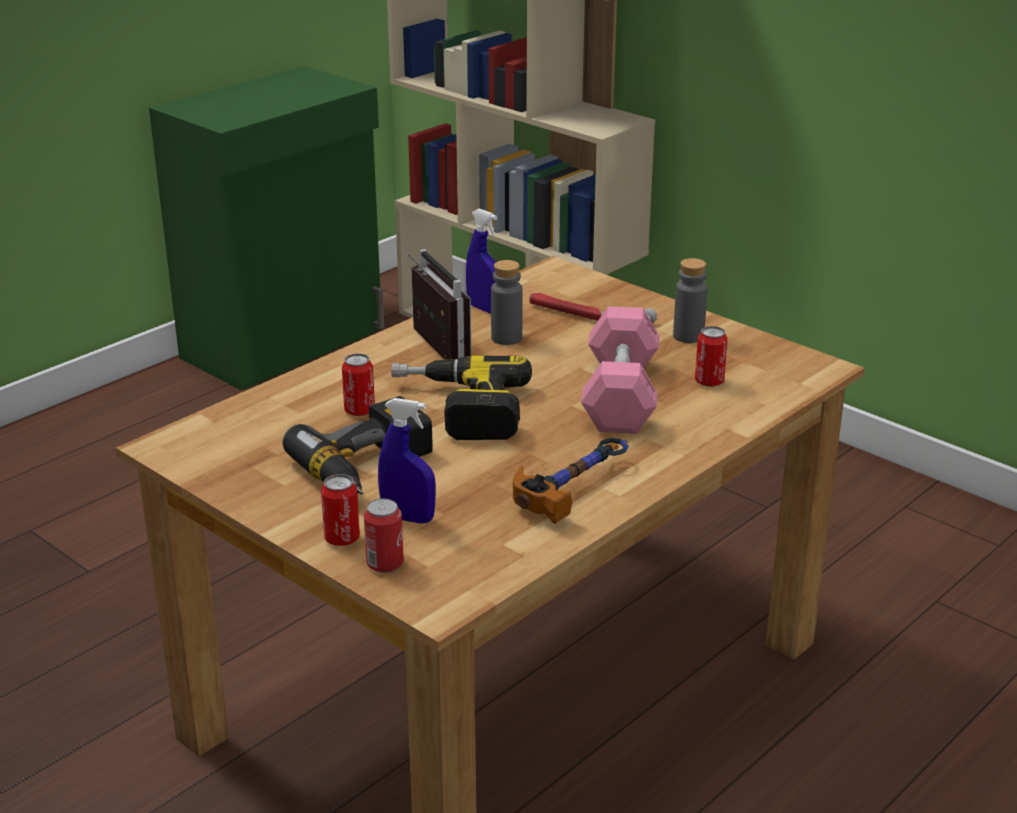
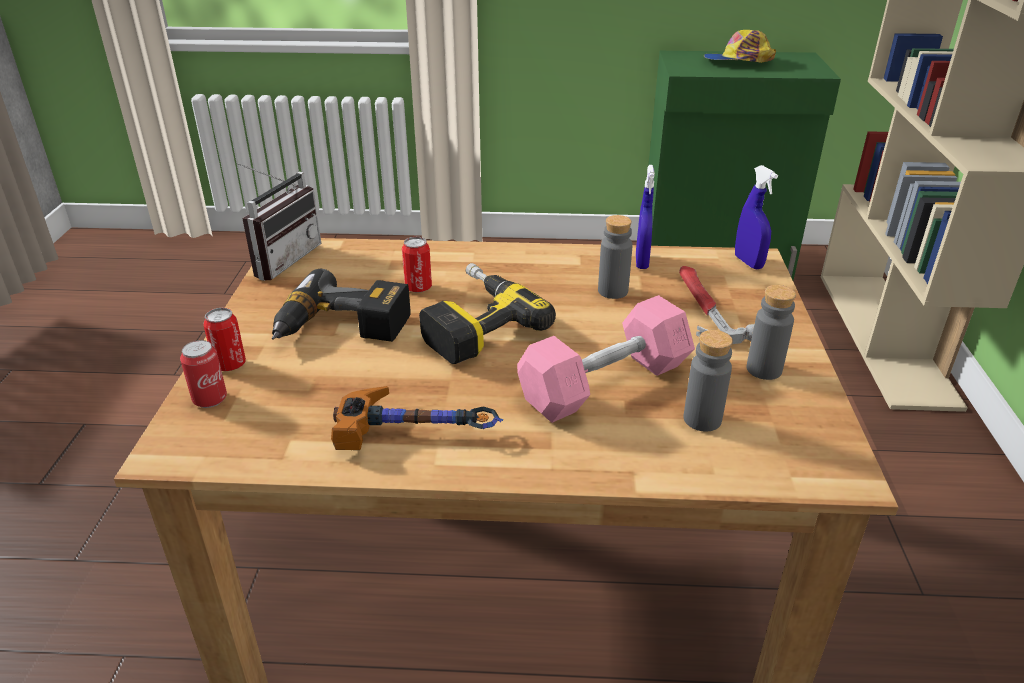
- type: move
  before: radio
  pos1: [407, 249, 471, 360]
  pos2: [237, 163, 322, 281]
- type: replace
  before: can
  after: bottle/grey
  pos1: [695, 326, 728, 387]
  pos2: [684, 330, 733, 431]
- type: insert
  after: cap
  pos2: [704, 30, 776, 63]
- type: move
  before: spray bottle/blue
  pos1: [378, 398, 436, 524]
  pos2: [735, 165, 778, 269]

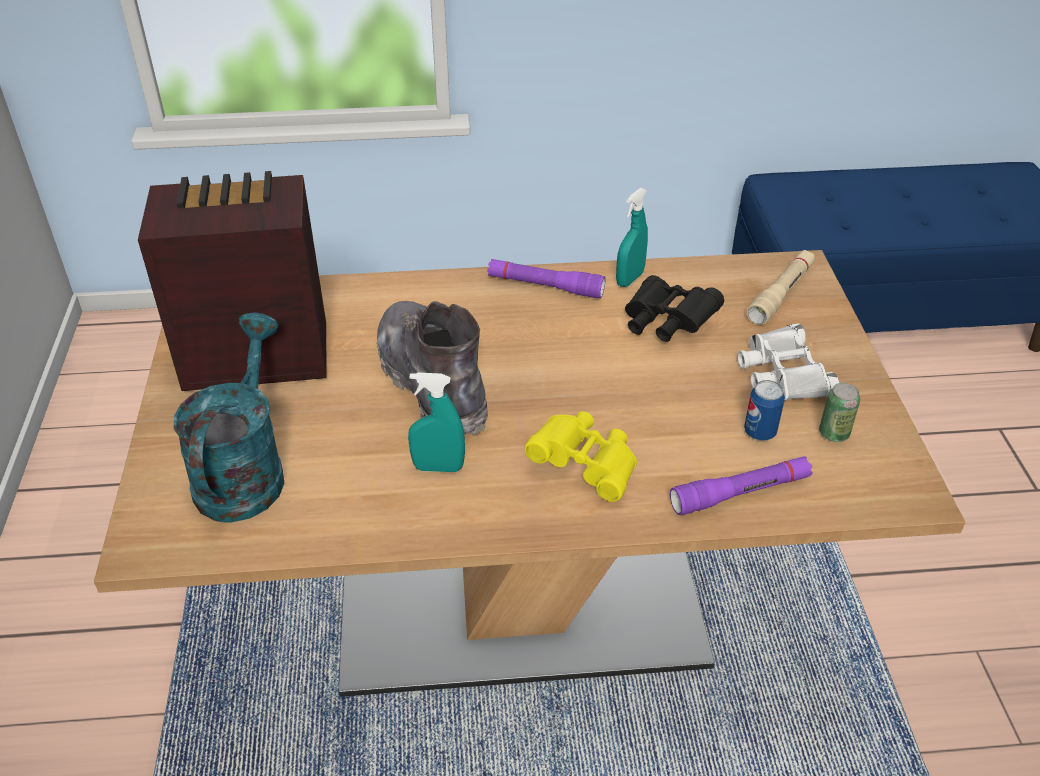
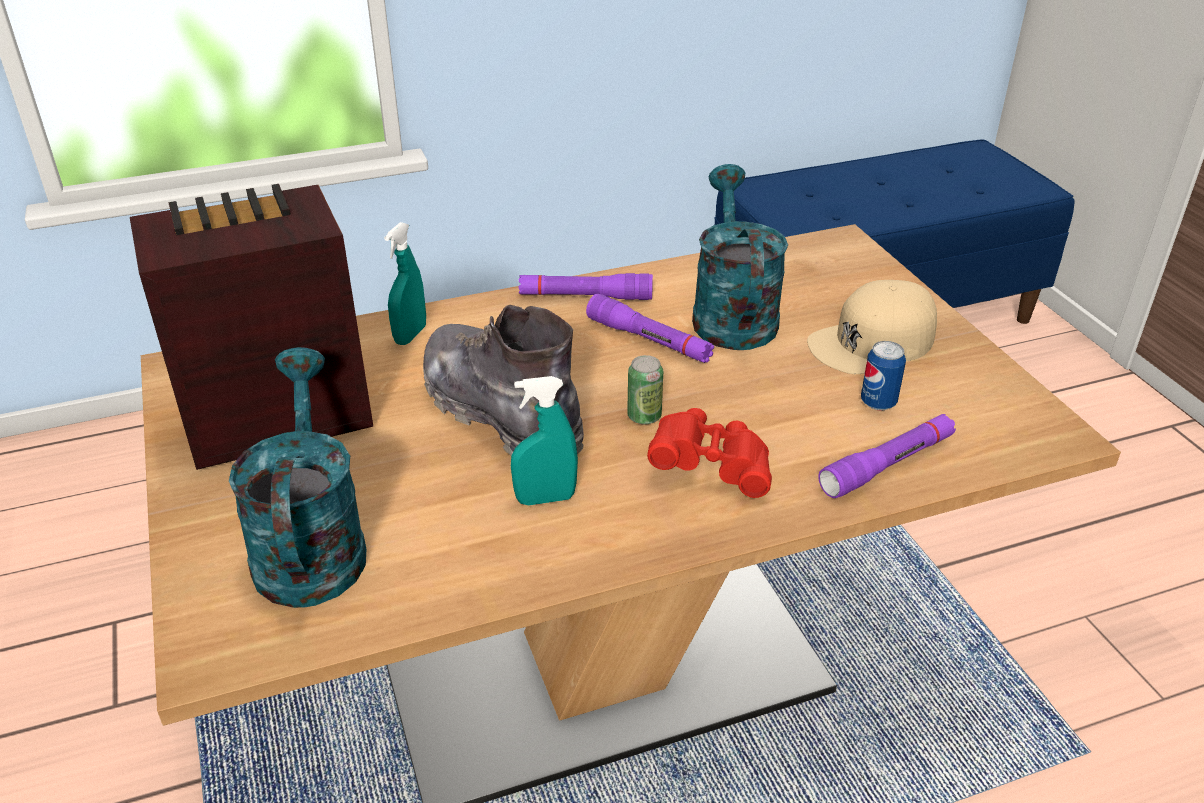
- type: move
  before: spray bottle/turquoise
  pos1: [616, 188, 648, 287]
  pos2: [384, 222, 426, 345]
- type: insert
  after: flashlight/purple
  pos2: [586, 294, 714, 363]
- type: move
  before: can
  pos1: [819, 383, 860, 442]
  pos2: [627, 355, 663, 424]
- type: recolor
  before: binoculars/yellow
  after: binoculars/red
  pos1: [524, 411, 637, 502]
  pos2: [647, 408, 772, 498]
- type: replace
  before: binoculars/black
  after: watering can/turquoise
  pos1: [625, 275, 724, 342]
  pos2: [692, 164, 788, 350]
- type: replace
  before: binoculars/white
  after: cap/beige
  pos1: [738, 323, 839, 400]
  pos2: [807, 280, 937, 374]
- type: delete
  before: flashlight/beige
  pos1: [747, 250, 815, 325]

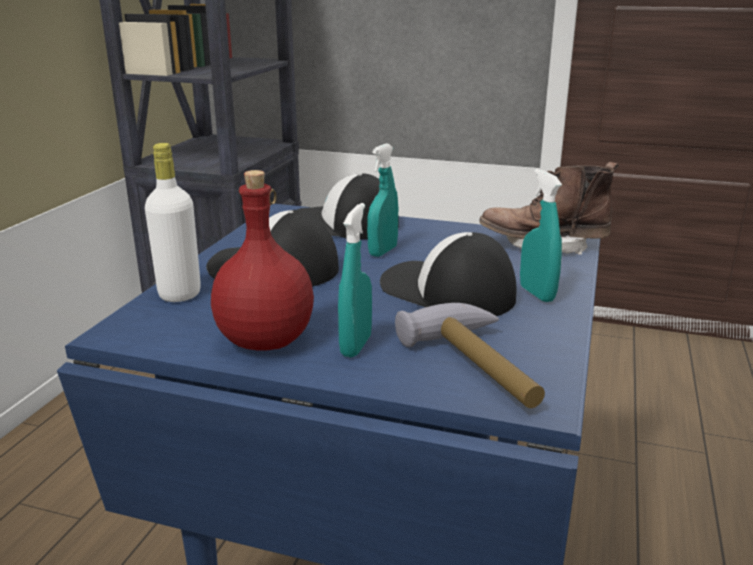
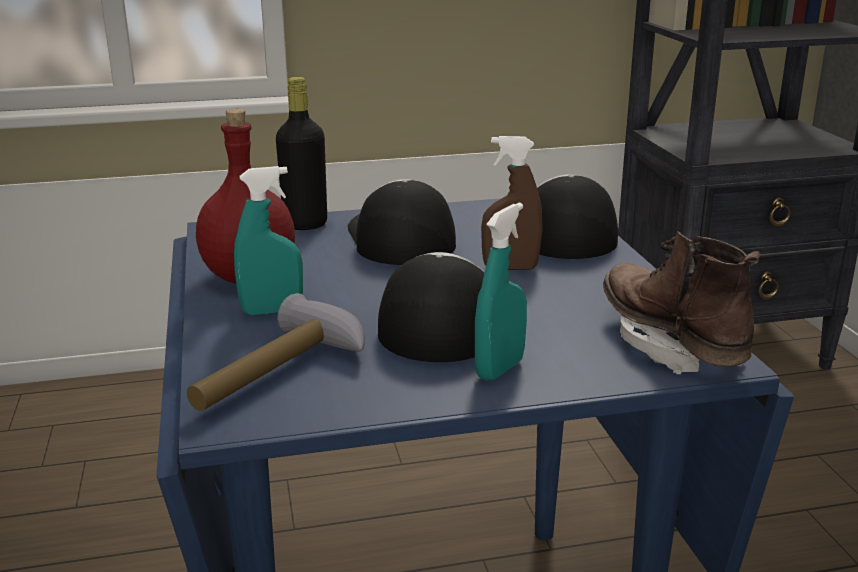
- type: recolor
  before: bottle/white
  after: bottle/black
  pos1: [145, 143, 201, 302]
  pos2: [276, 77, 327, 230]
- type: recolor
  before: spray bottle/turquoise
  after: spray bottle/brown
  pos1: [367, 144, 398, 257]
  pos2: [481, 136, 542, 270]

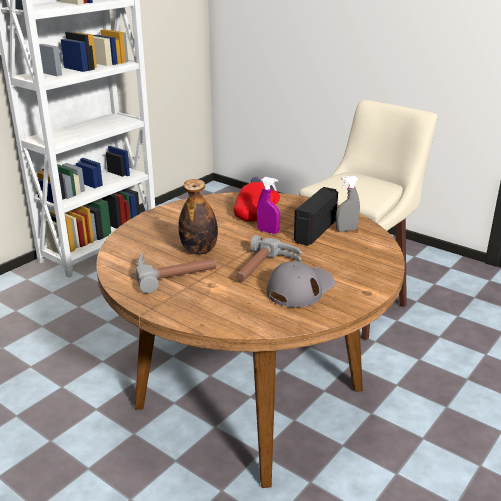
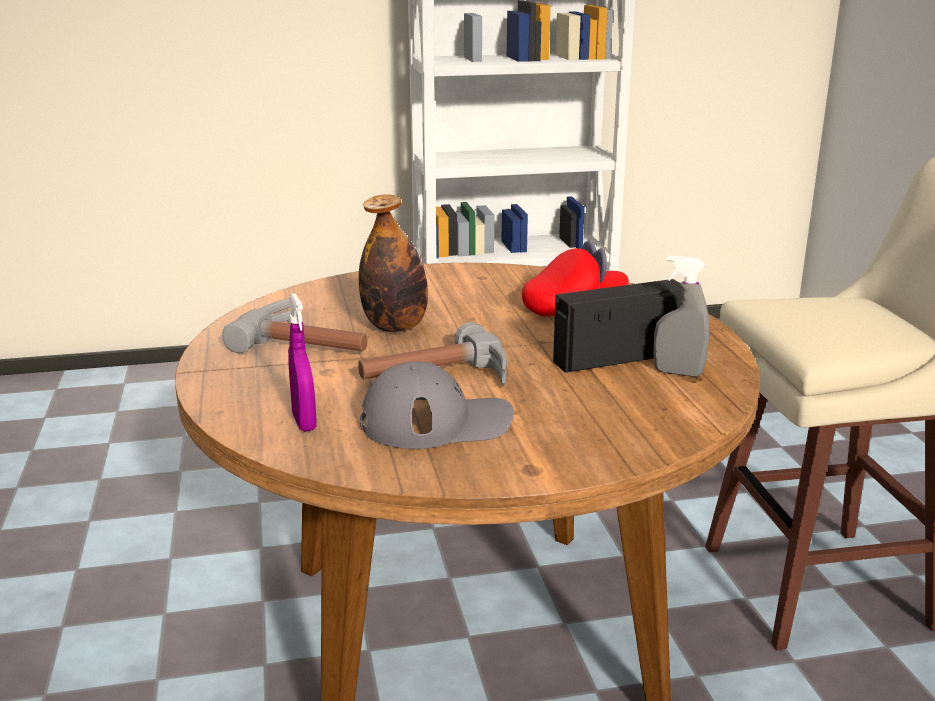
- type: move
  before: spray bottle/purple
  pos1: [257, 177, 280, 234]
  pos2: [288, 293, 317, 432]

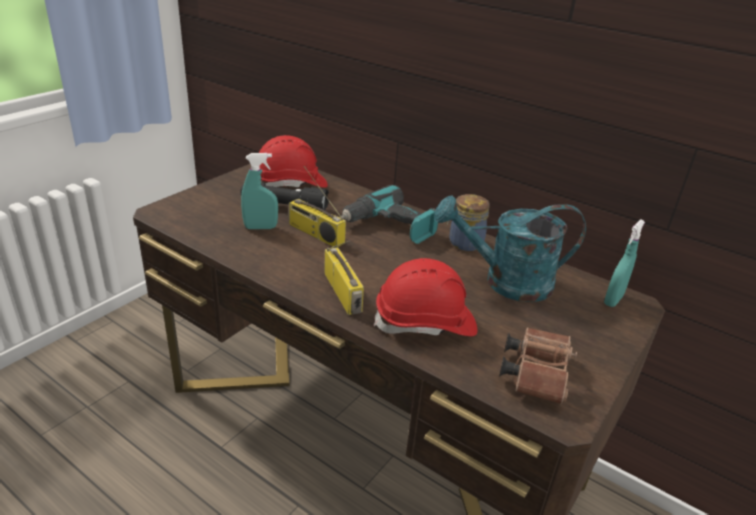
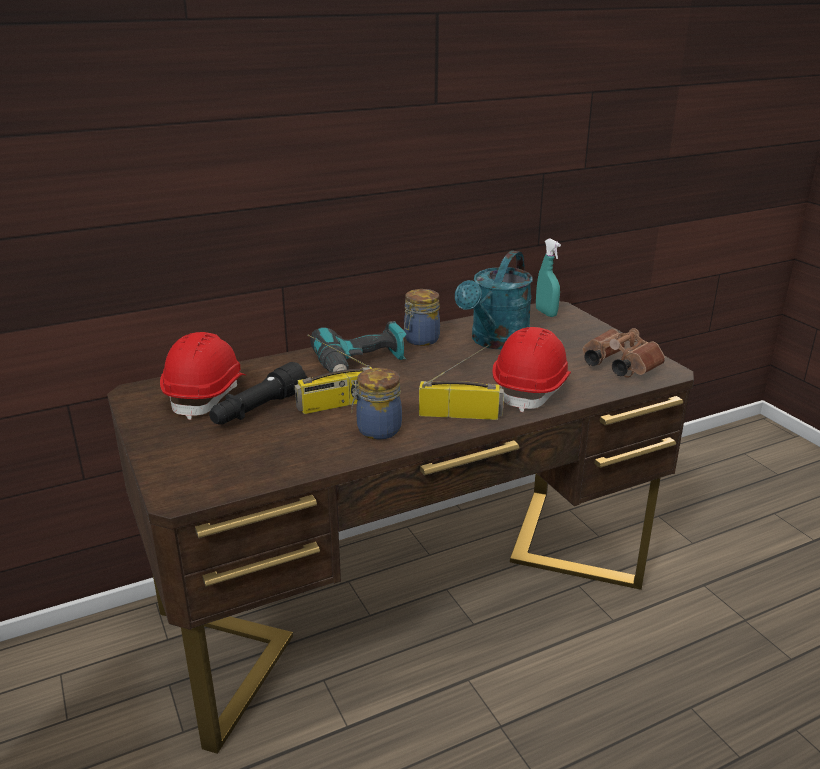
- type: insert
  after: jar
  pos2: [351, 368, 402, 440]
- type: delete
  before: spray bottle/turquoise
  pos1: [241, 153, 278, 229]

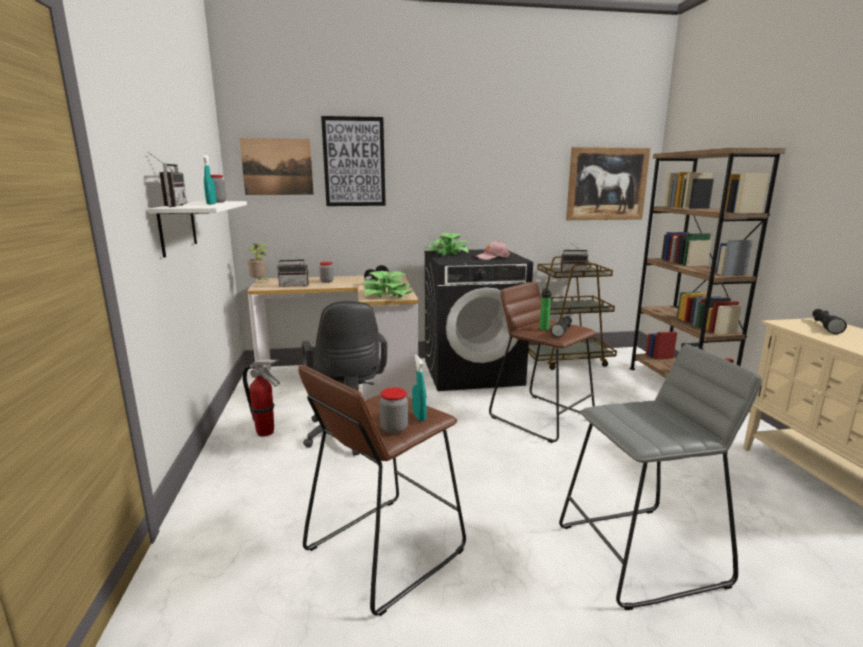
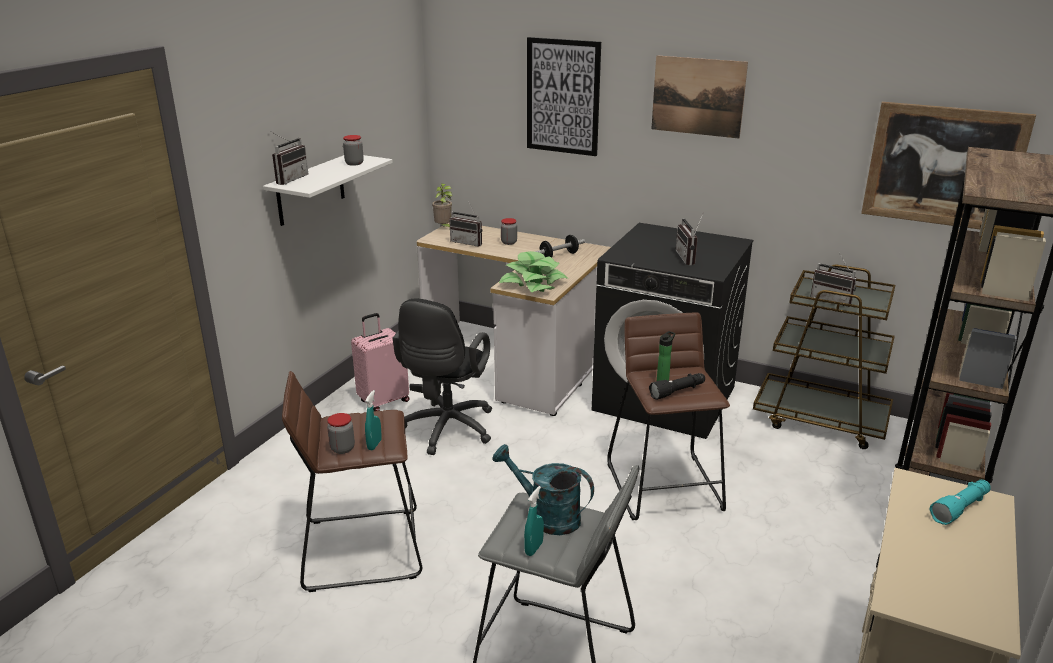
- type: replace
  before: fire extinguisher
  after: suitcase/pink
  pos1: [243, 359, 280, 436]
  pos2: [351, 313, 410, 411]
- type: insert
  after: watering can/turquoise
  pos2: [492, 444, 594, 535]
- type: move
  before: spray bottle/turquoise
  pos1: [203, 155, 217, 205]
  pos2: [524, 486, 544, 556]
- type: move
  before: picture
  pos1: [240, 138, 314, 195]
  pos2: [651, 55, 748, 139]
- type: replace
  before: cap/pink
  after: radio
  pos1: [475, 241, 510, 260]
  pos2: [676, 214, 703, 265]
- type: recolor
  before: flashlight/black
  after: flashlight/turquoise
  pos1: [812, 309, 847, 334]
  pos2: [930, 480, 991, 525]
- type: delete
  before: potted plant
  pos1: [426, 233, 470, 256]

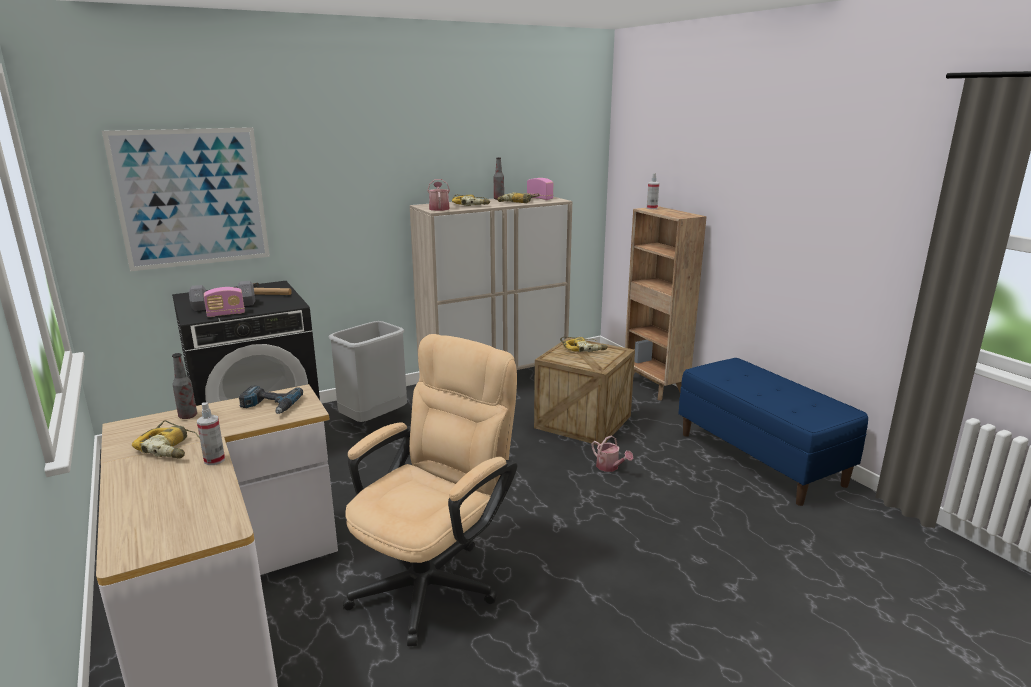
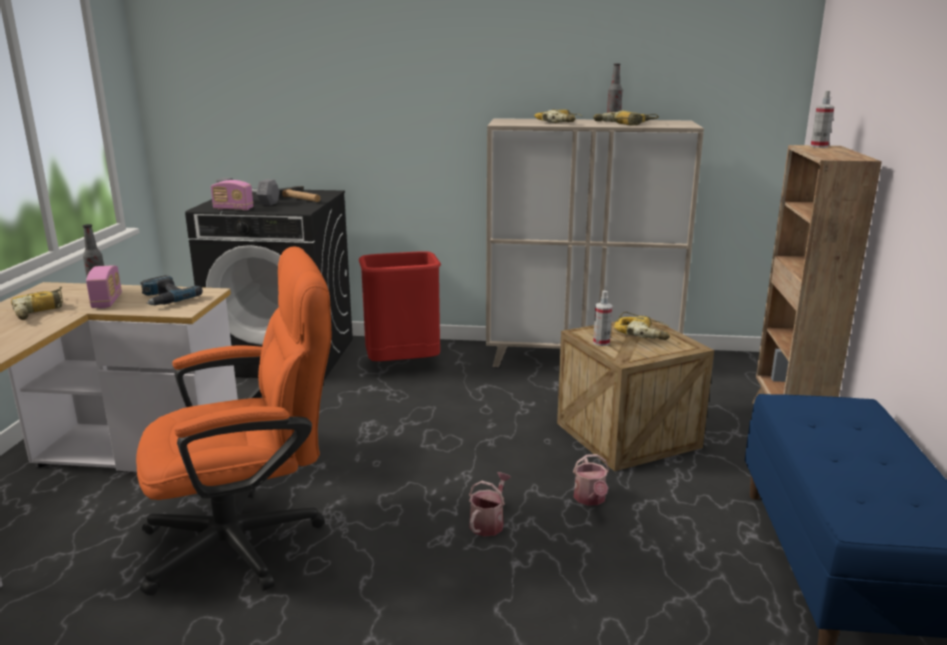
- type: move
  before: radio
  pos1: [527, 178, 553, 200]
  pos2: [86, 265, 122, 308]
- type: recolor
  before: office chair/beige
  after: office chair/orange
  pos1: [343, 334, 517, 646]
  pos2: [136, 246, 331, 595]
- type: recolor
  before: trash can/grey
  after: trash can/red
  pos1: [329, 321, 407, 422]
  pos2: [359, 251, 441, 361]
- type: move
  before: watering can
  pos1: [427, 179, 450, 211]
  pos2: [469, 472, 511, 537]
- type: move
  before: spray bottle
  pos1: [197, 402, 225, 465]
  pos2: [593, 290, 613, 346]
- type: delete
  before: picture
  pos1: [102, 127, 270, 271]

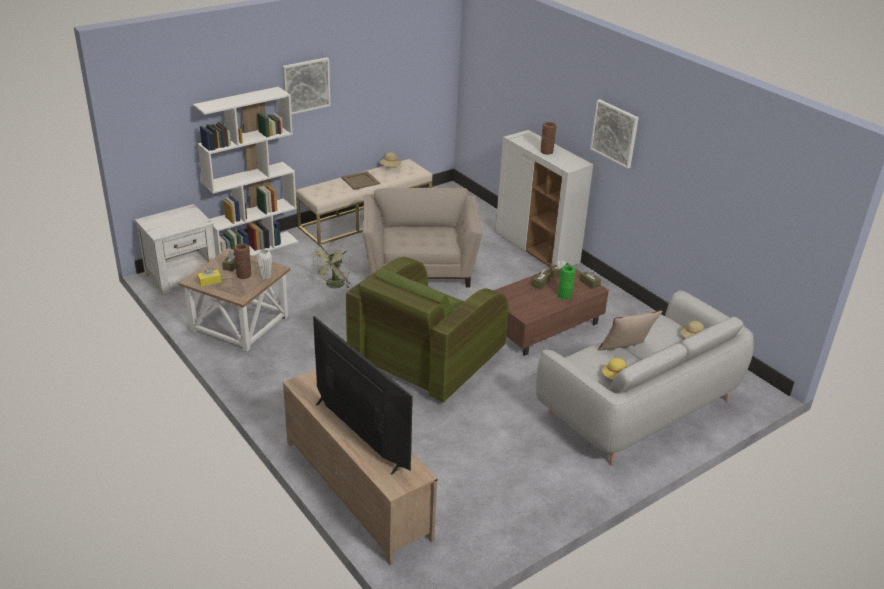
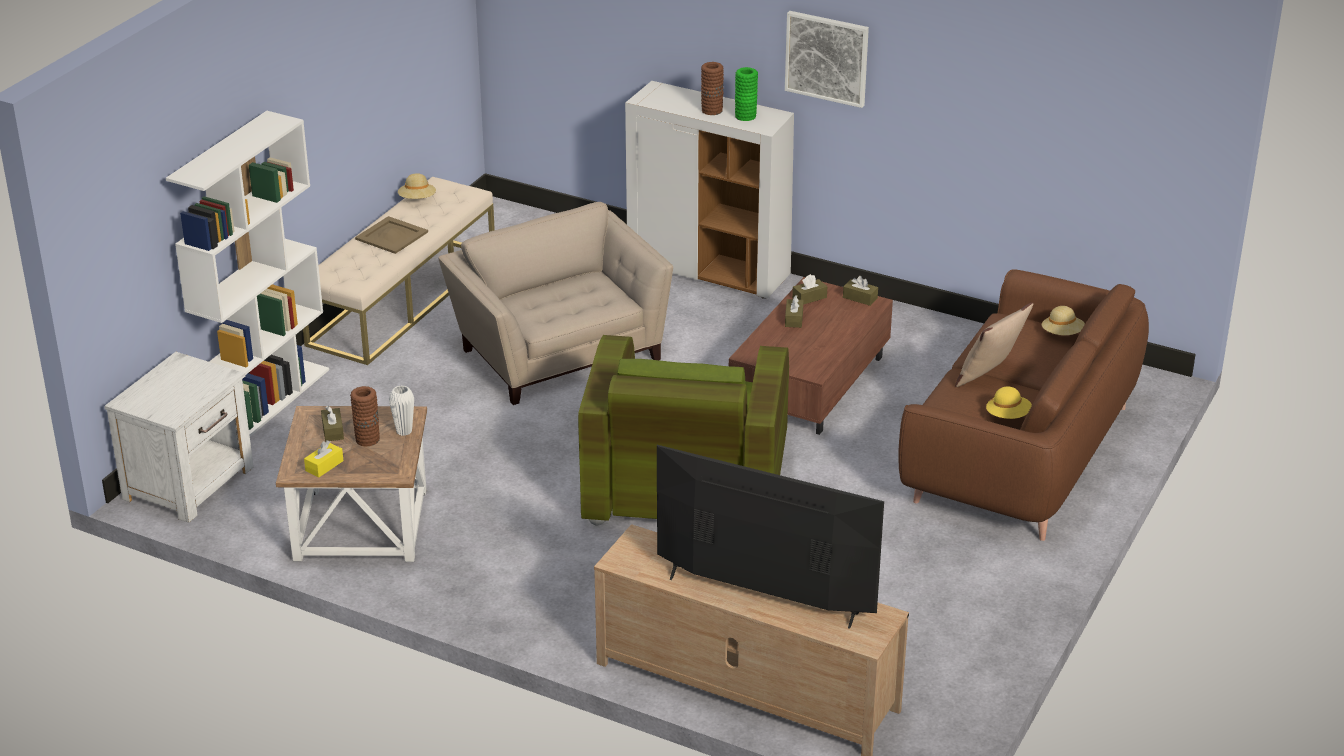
- type: move
  before: vase/green
  pos1: [558, 265, 576, 300]
  pos2: [735, 67, 758, 121]
- type: recolor
  before: sofa/grey
  after: sofa/brown
  pos1: [536, 291, 754, 466]
  pos2: [898, 269, 1149, 541]
- type: delete
  before: picture
  pos1: [282, 57, 330, 115]
- type: delete
  before: fan/green
  pos1: [311, 242, 352, 288]

